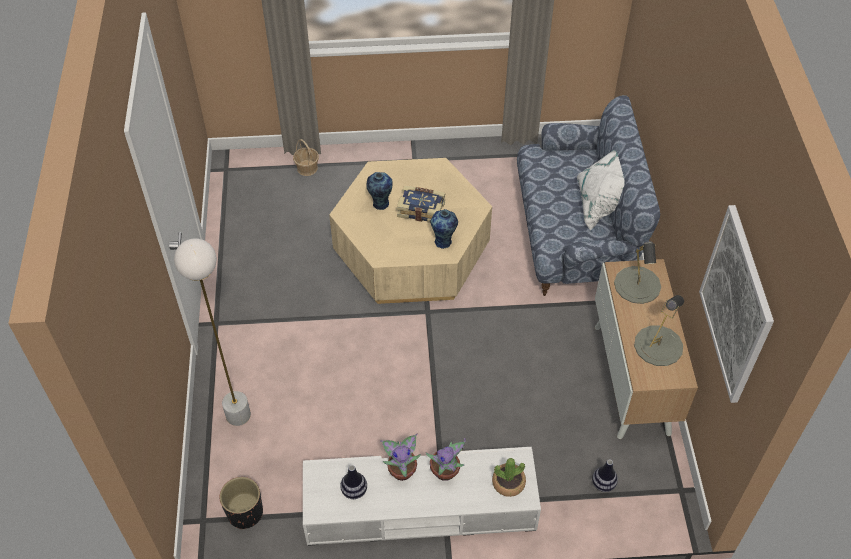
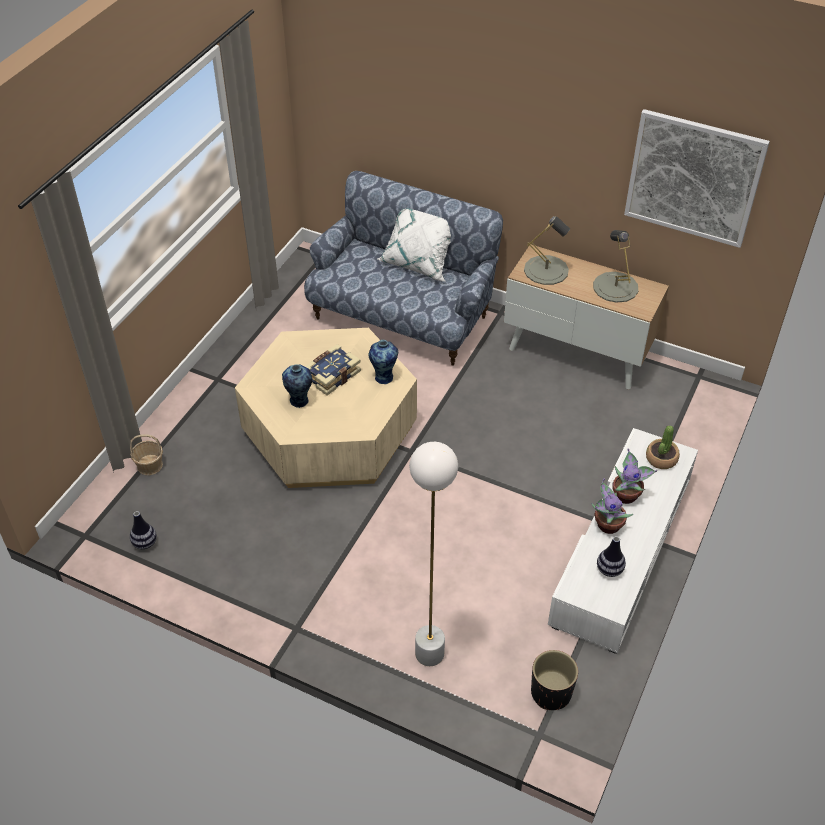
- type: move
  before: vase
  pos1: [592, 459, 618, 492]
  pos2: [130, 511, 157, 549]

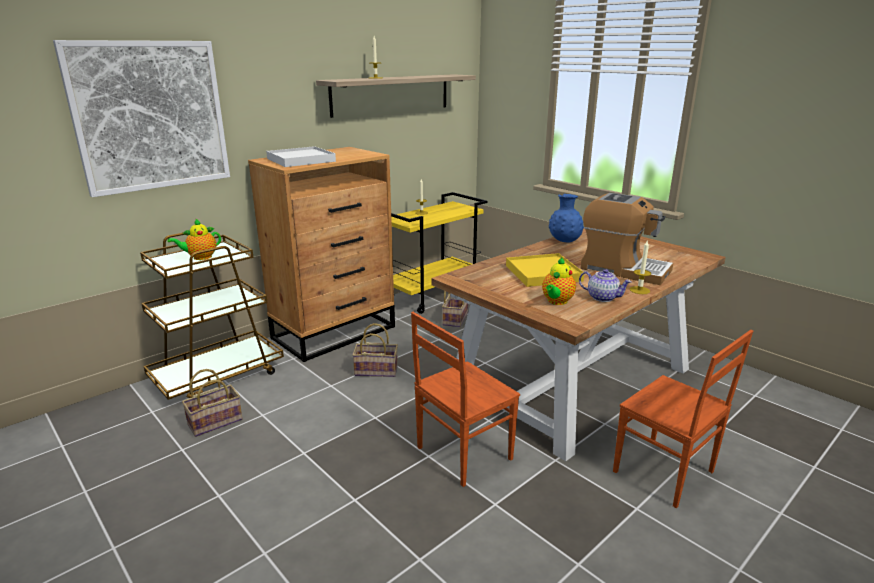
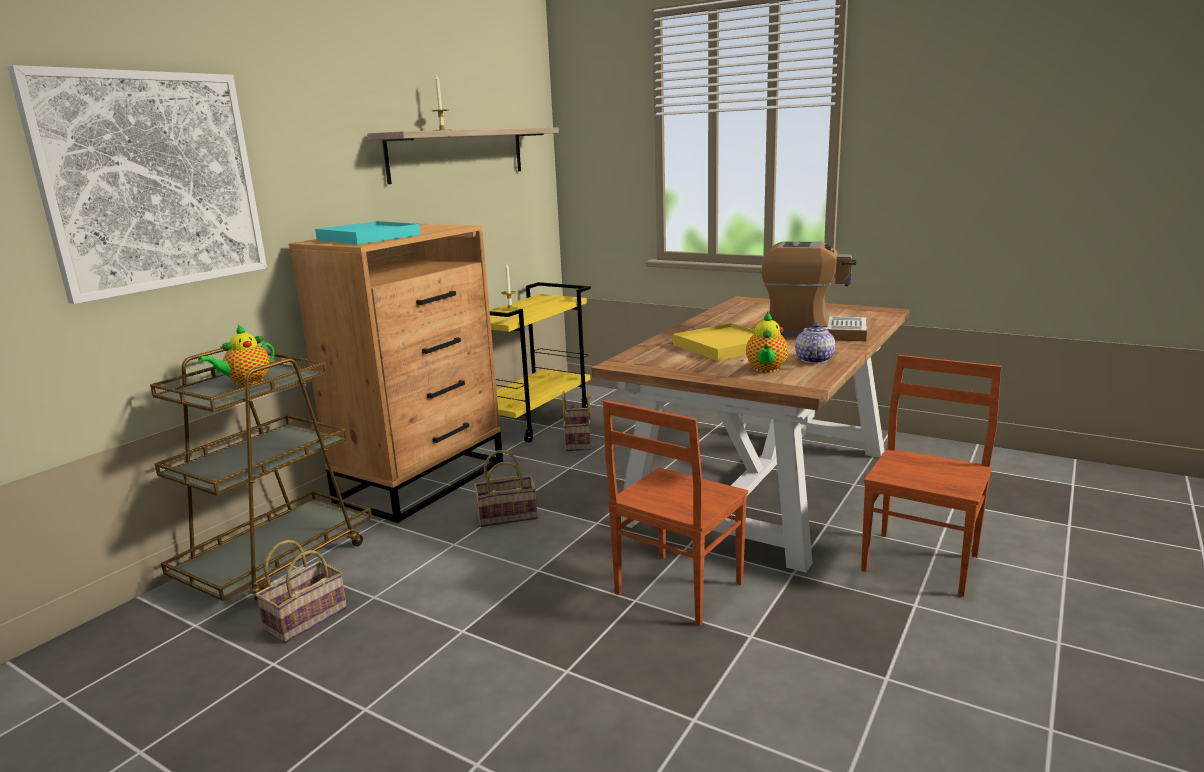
- type: recolor
  before: tray/white
  after: tray/turquoise
  pos1: [266, 146, 336, 167]
  pos2: [315, 221, 420, 244]
- type: rotate
  before: teapot
  pos1: [579, 269, 632, 302]
  pos2: [795, 323, 835, 363]
  turn: -90
- type: rotate
  before: chair/brown
  pos1: [613, 330, 753, 508]
  pos2: [861, 355, 1002, 597]
  turn: -90
- type: delete
  before: vase/blue
  pos1: [549, 194, 584, 242]
- type: delete
  before: candle
  pos1: [630, 241, 651, 294]

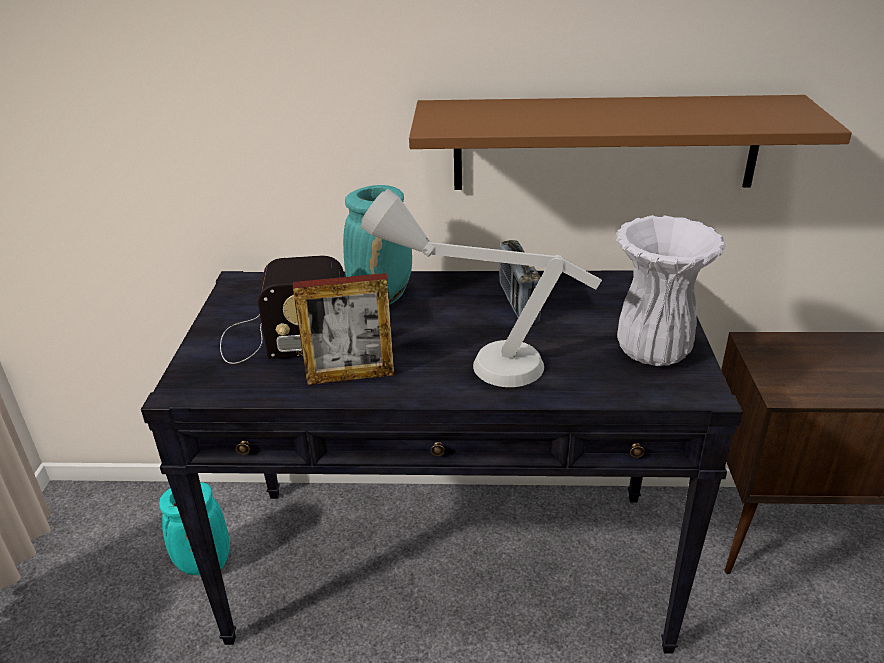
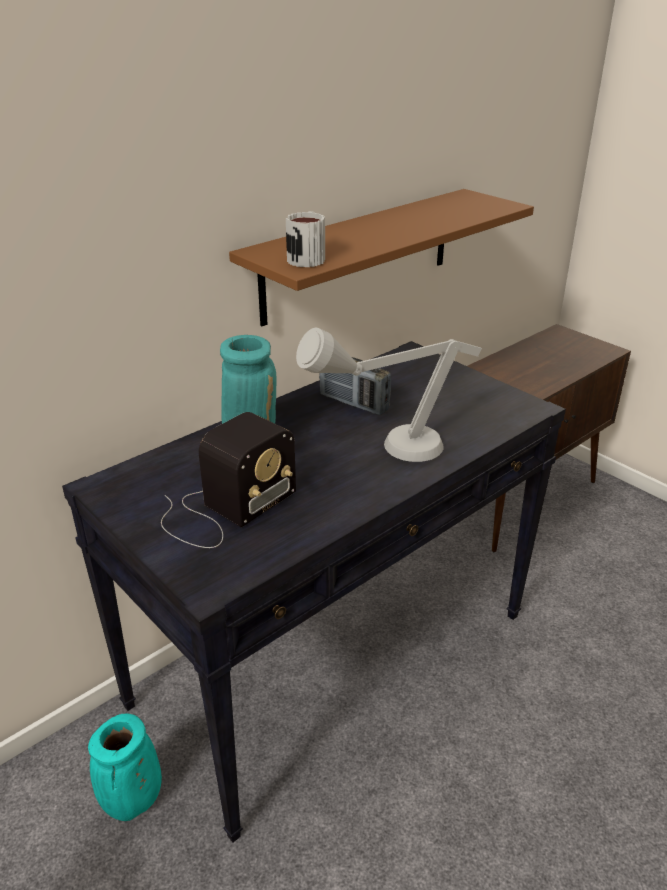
- type: insert
  after: mug
  pos2: [286, 211, 325, 267]
- type: delete
  before: picture frame
  pos1: [293, 273, 394, 385]
- type: delete
  before: vase/white
  pos1: [616, 215, 725, 366]

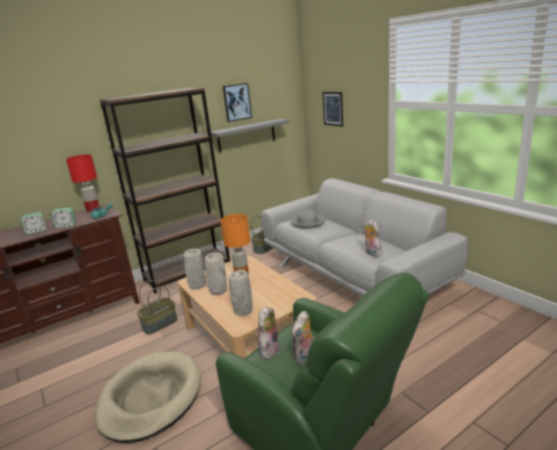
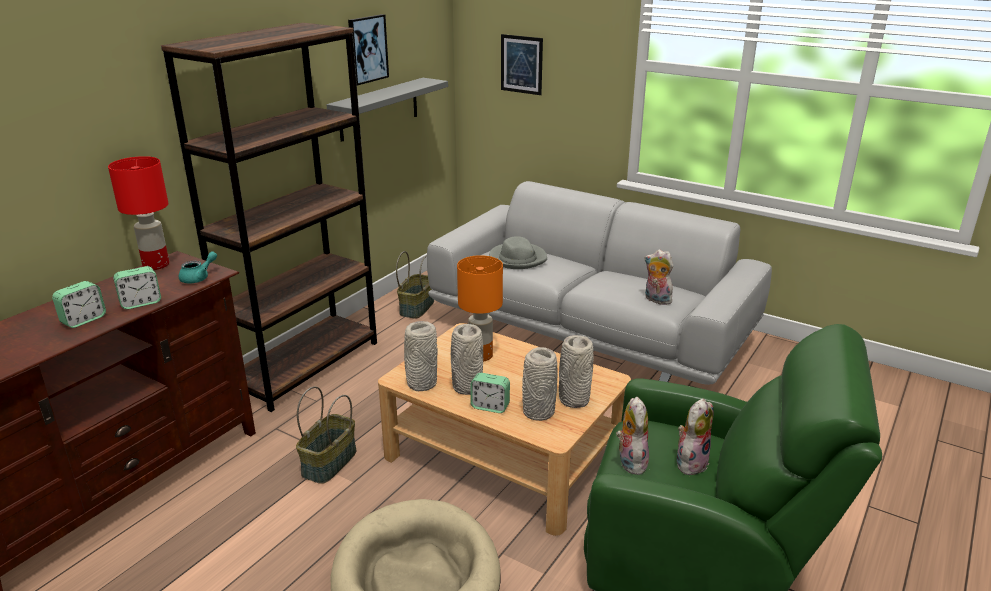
- type: insert
  after: alarm clock
  pos2: [470, 373, 510, 413]
- type: insert
  after: vase/grey
  pos2: [559, 335, 594, 408]
- type: rotate
  before: plush toy
  pos1: [291, 311, 314, 365]
  pos2: [677, 398, 714, 475]
  turn: -150

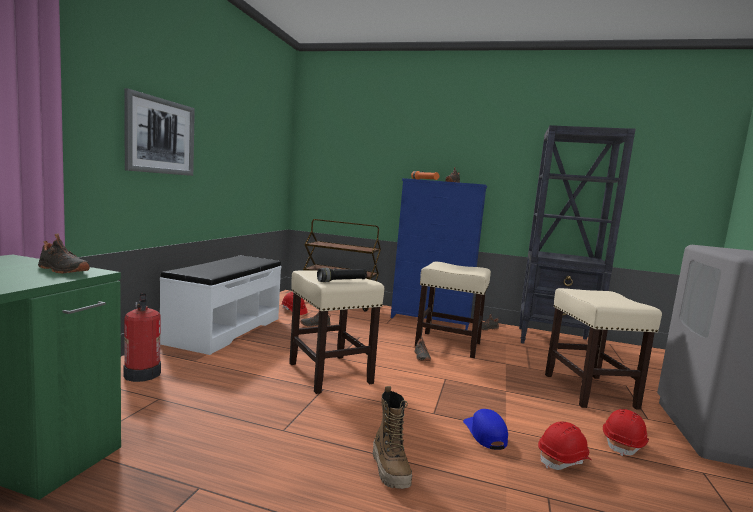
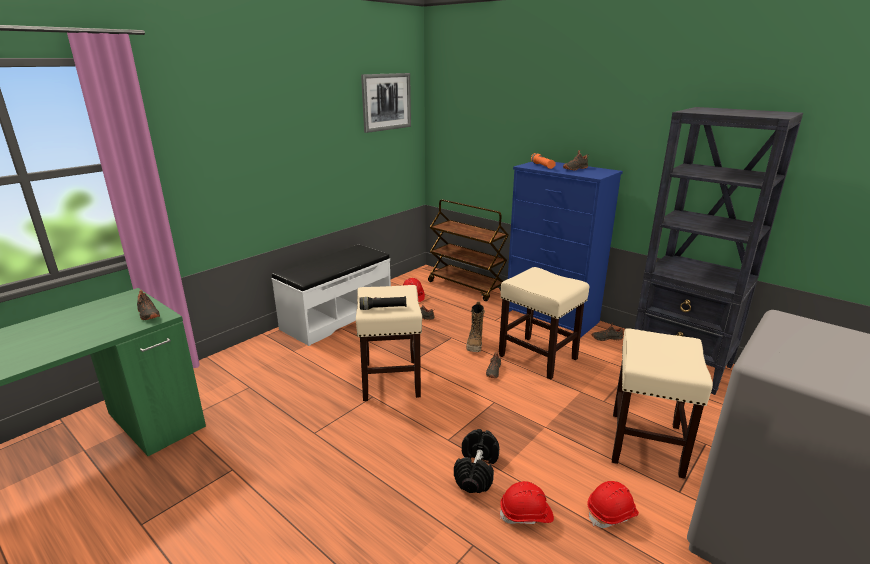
- type: move
  before: picture
  pos1: [124, 88, 195, 176]
  pos2: [361, 73, 411, 133]
- type: replace
  before: cap/blue
  after: dumbbell/black
  pos1: [463, 409, 508, 450]
  pos2: [454, 429, 500, 493]
- type: move
  before: boot
  pos1: [373, 386, 412, 489]
  pos2: [467, 302, 485, 352]
- type: delete
  before: fire extinguisher
  pos1: [124, 293, 161, 382]

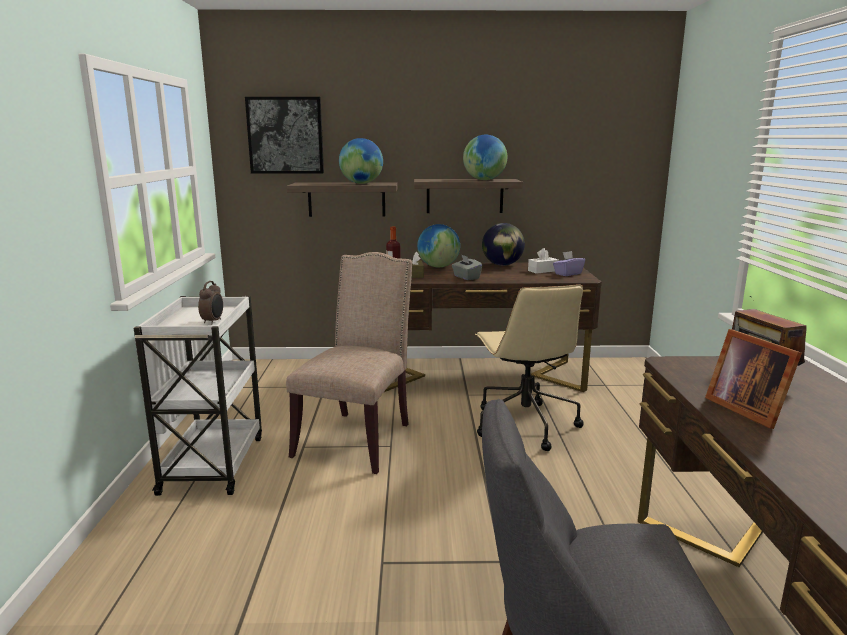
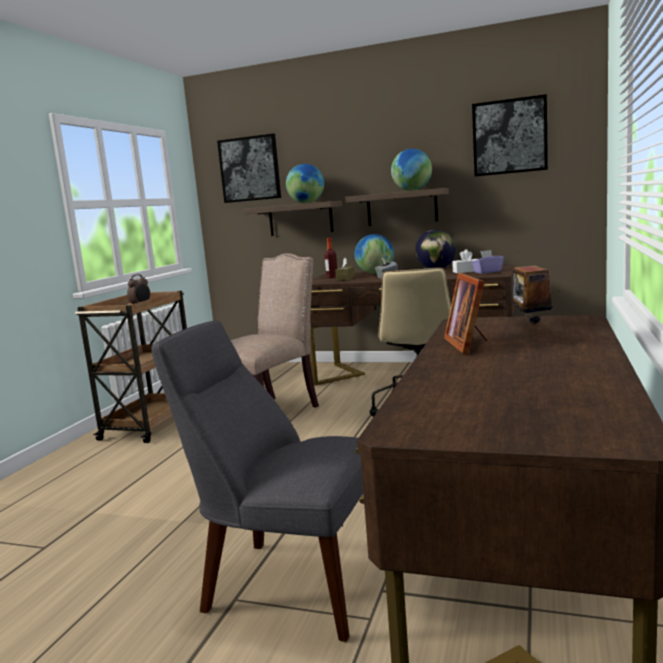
- type: recolor
  before: cart/white
  after: cart/brown
  pos1: [134, 296, 262, 496]
  pos2: [75, 291, 187, 443]
- type: insert
  after: picture
  pos2: [472, 94, 548, 177]

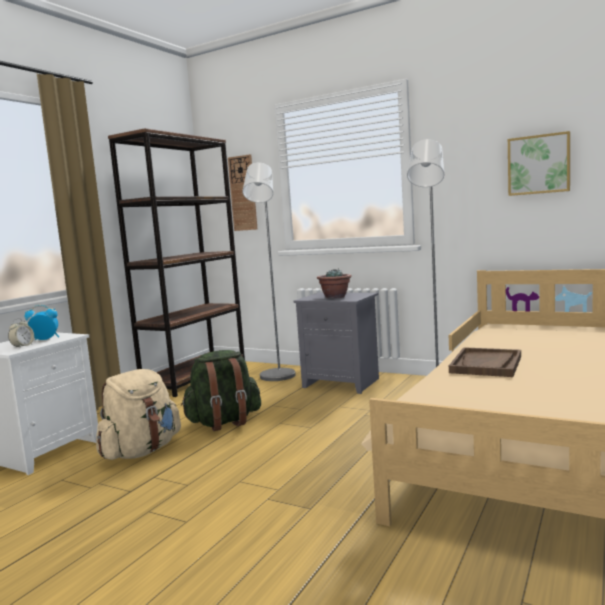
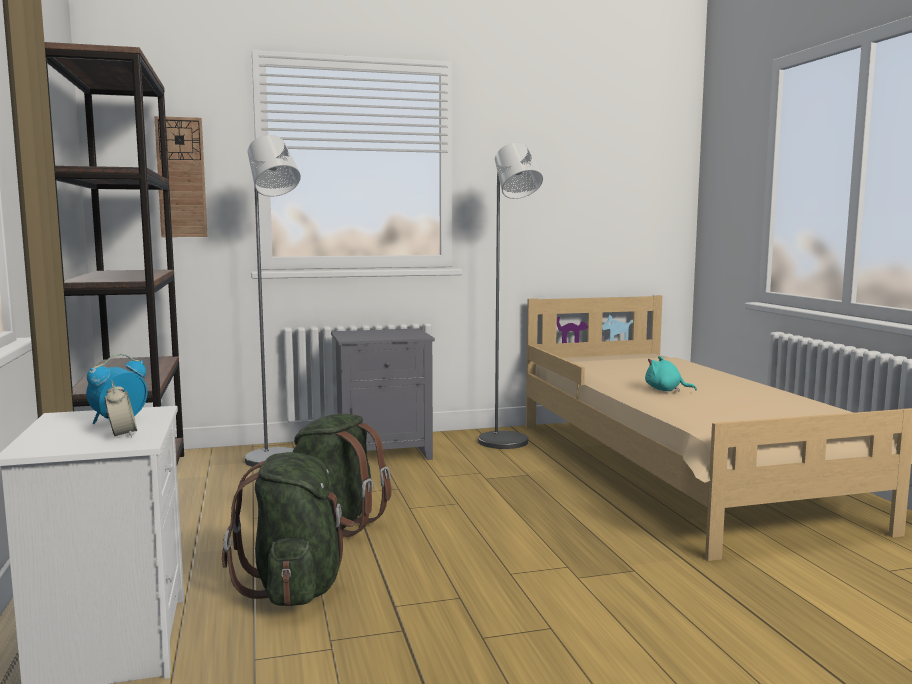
- type: recolor
  before: backpack/beige
  after: backpack/green
  pos1: [96, 369, 181, 460]
  pos2: [222, 452, 354, 607]
- type: replace
  before: tray/brown
  after: plush toy/turquoise
  pos1: [449, 347, 521, 377]
  pos2: [645, 356, 697, 392]
- type: delete
  before: potted plant
  pos1: [317, 269, 352, 298]
- type: delete
  before: picture
  pos1: [508, 131, 570, 196]

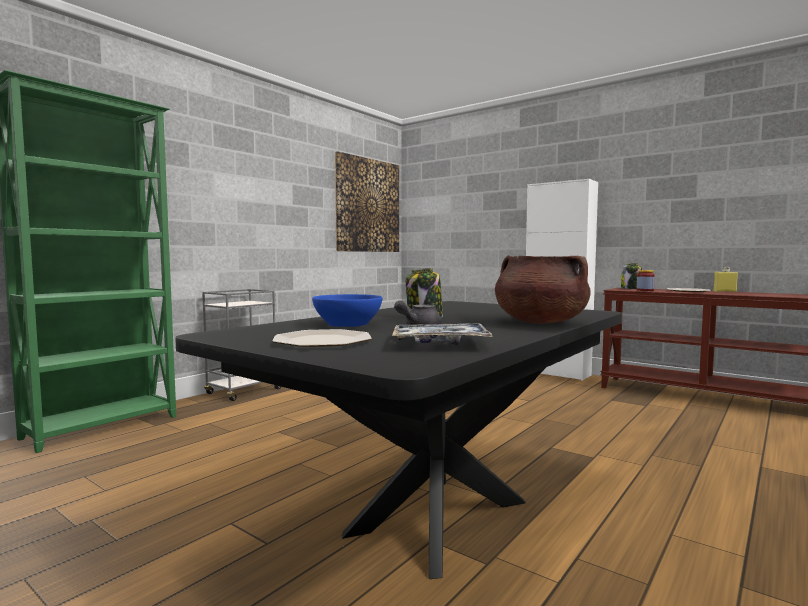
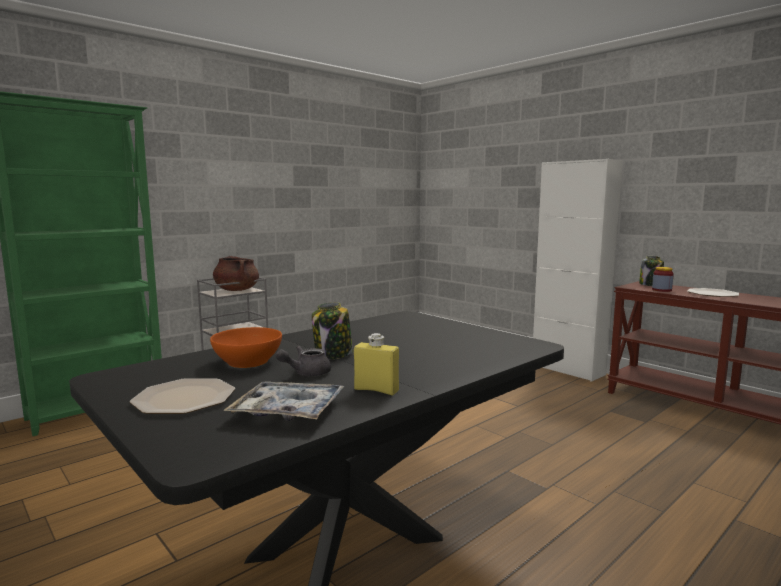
- type: recolor
  before: bowl/blue
  after: bowl/orange
  pos1: [312, 294, 382, 327]
  pos2: [210, 327, 282, 368]
- type: move
  before: cooking pot/brown
  pos1: [495, 255, 591, 324]
  pos2: [213, 256, 259, 291]
- type: move
  before: bottle/yellow
  pos1: [714, 267, 738, 292]
  pos2: [354, 333, 399, 395]
- type: delete
  before: picture
  pos1: [335, 151, 399, 252]

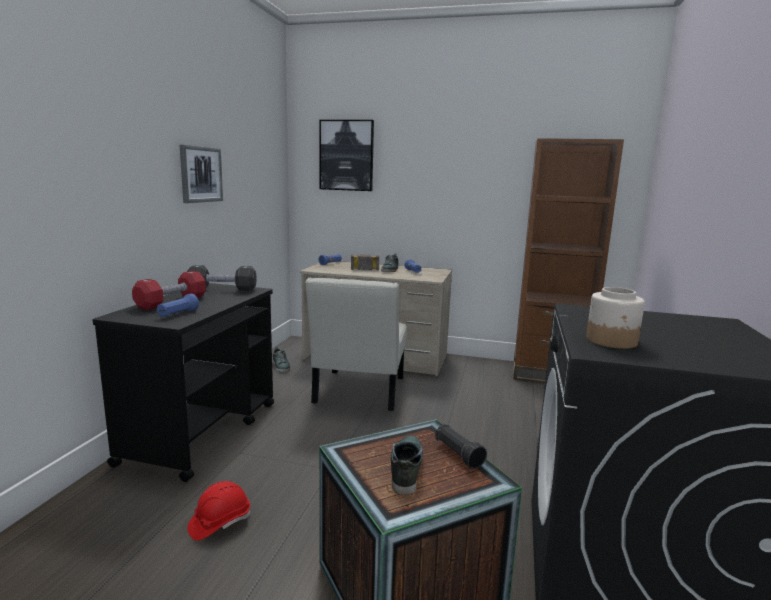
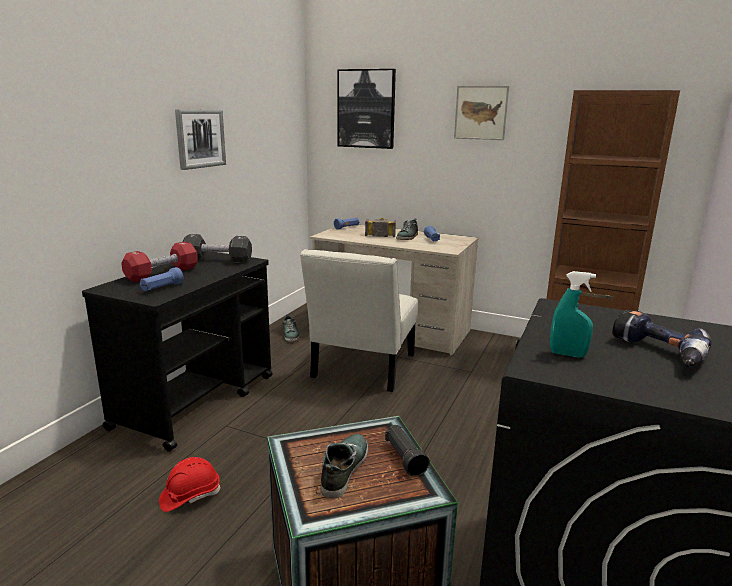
- type: insert
  after: picture
  pos2: [454, 86, 509, 140]
- type: replace
  before: jar
  after: spray bottle/turquoise
  pos1: [586, 287, 645, 349]
  pos2: [550, 271, 596, 357]
- type: insert
  after: power drill
  pos2: [612, 310, 711, 367]

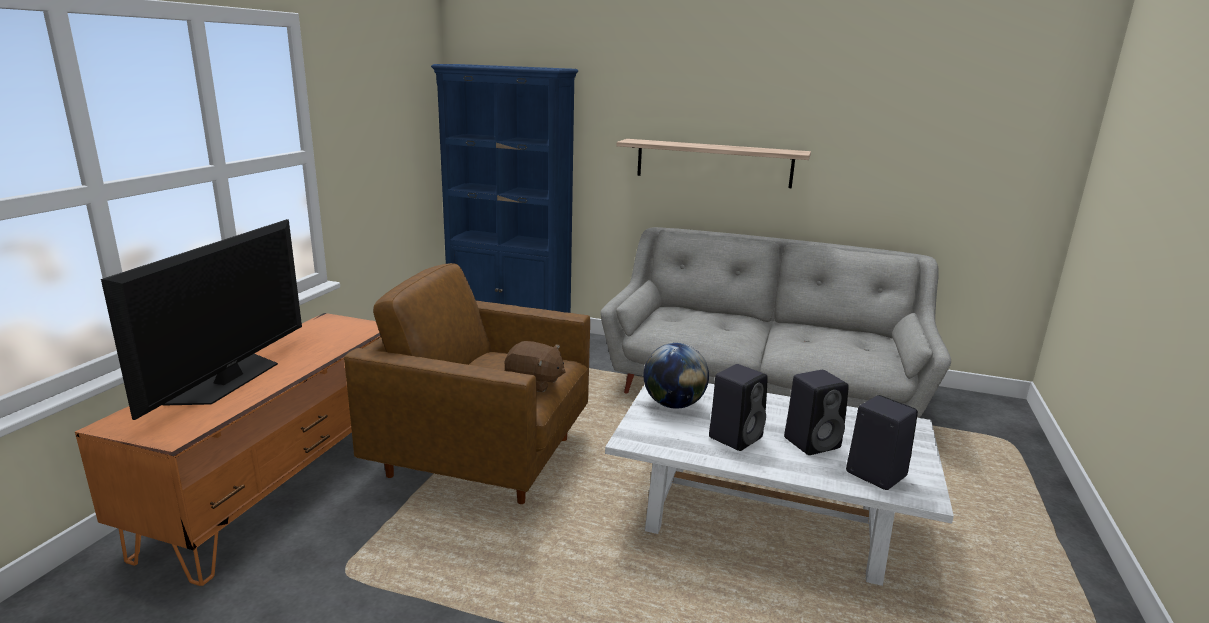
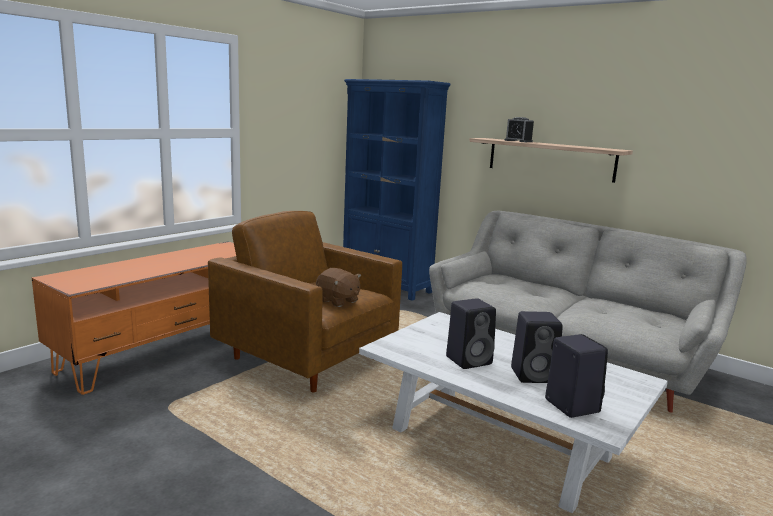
- type: insert
  after: alarm clock
  pos2: [505, 117, 534, 142]
- type: delete
  before: television
  pos1: [101, 219, 302, 420]
- type: delete
  before: globe
  pos1: [643, 343, 709, 409]

